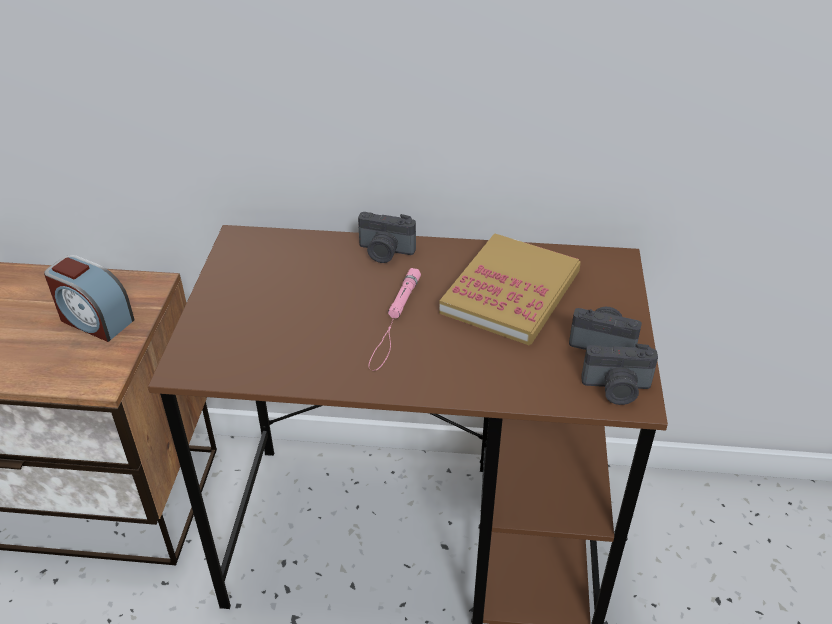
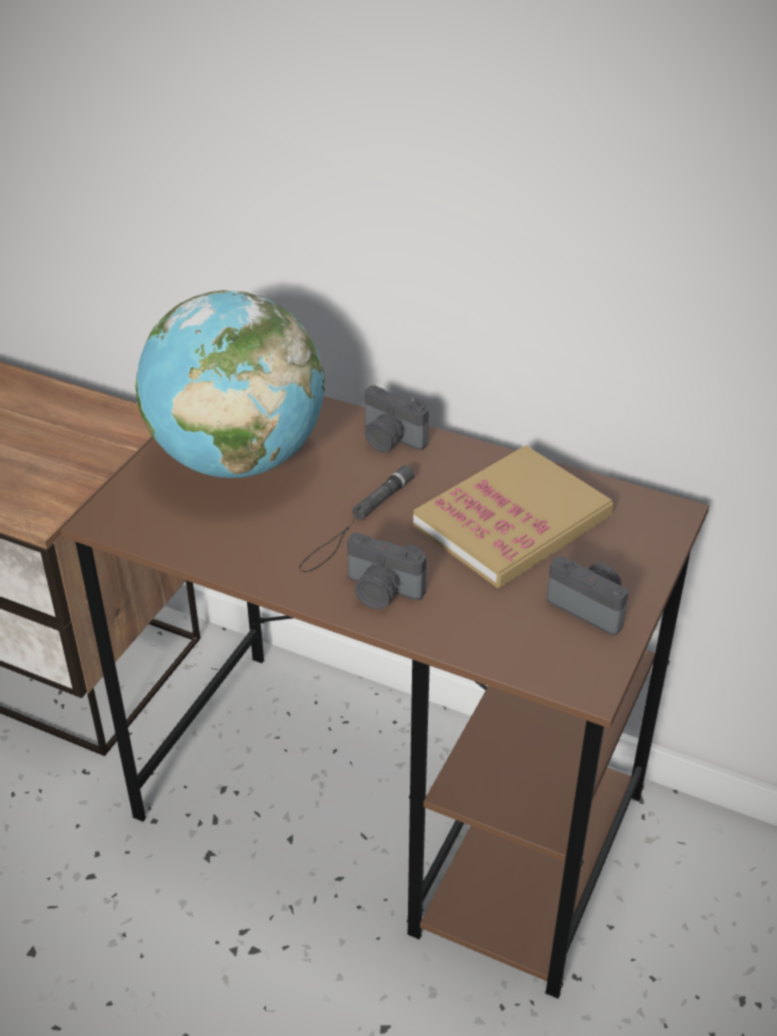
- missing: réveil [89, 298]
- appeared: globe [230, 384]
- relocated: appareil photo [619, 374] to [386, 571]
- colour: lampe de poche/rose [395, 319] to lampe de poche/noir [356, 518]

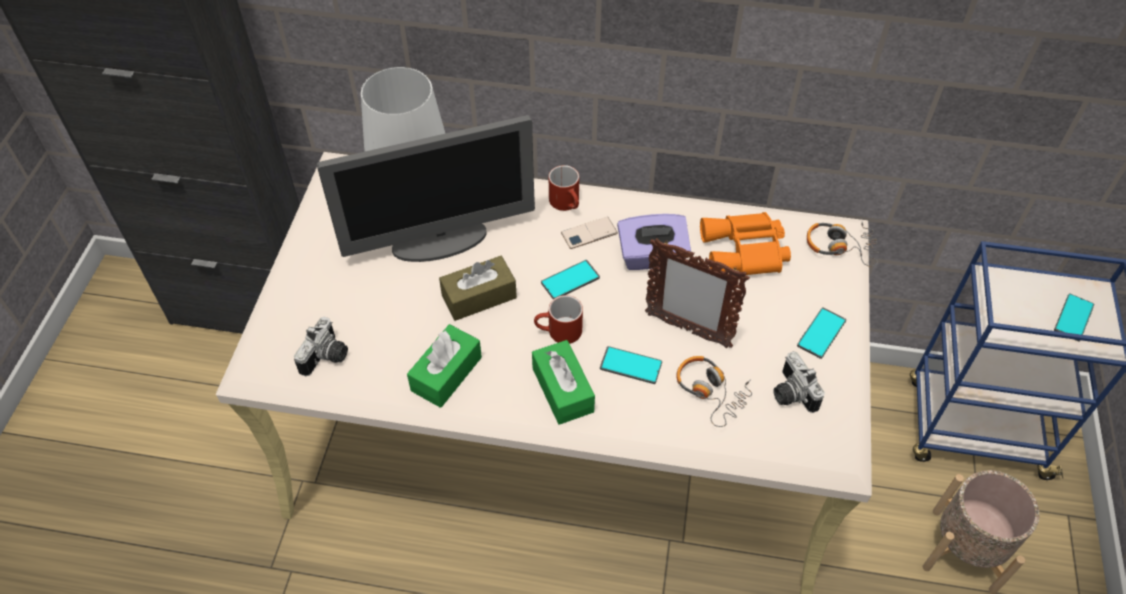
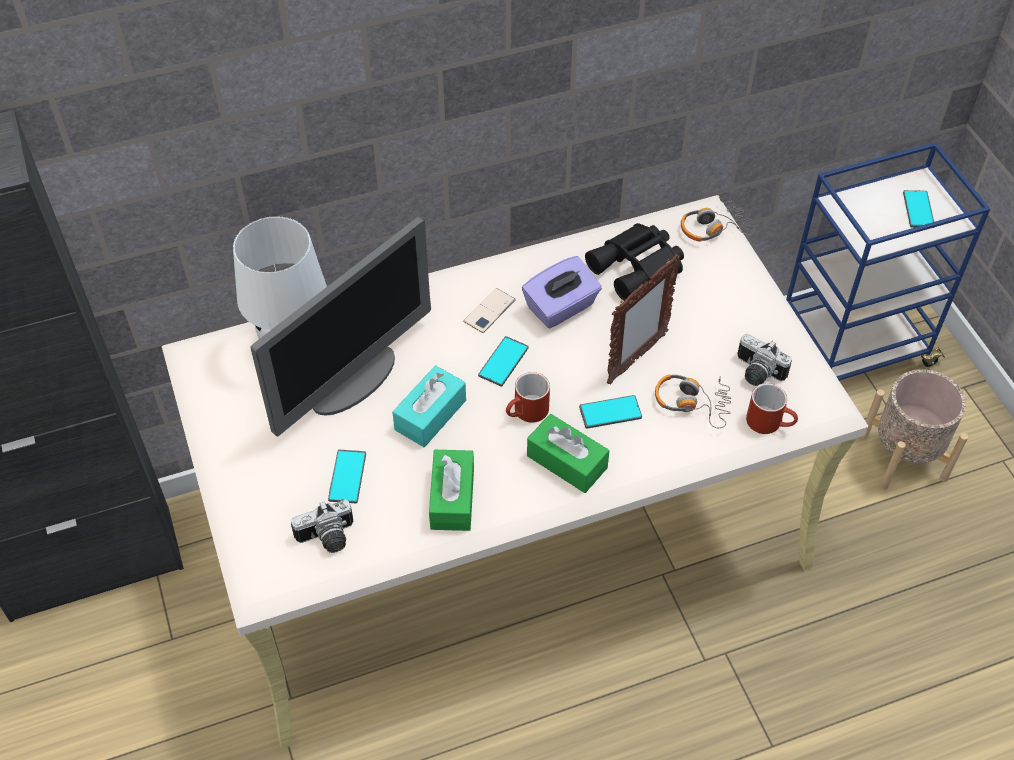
- relocated: mug/rouge [564, 188] to [772, 408]
- relocated: téléphone [821, 333] to [347, 476]
- colour: boîte à mouchoirs/marron [478, 288] to boîte à mouchoirs/turquoise [429, 406]
- colour: jumelles/orange [745, 243] to jumelles/noir [634, 262]
- spun: appareil photo [321, 346] = [322, 526] 75 degrees clockwise
- spun: cadre photo [697, 293] = [643, 319] 45 degrees counterclockwise

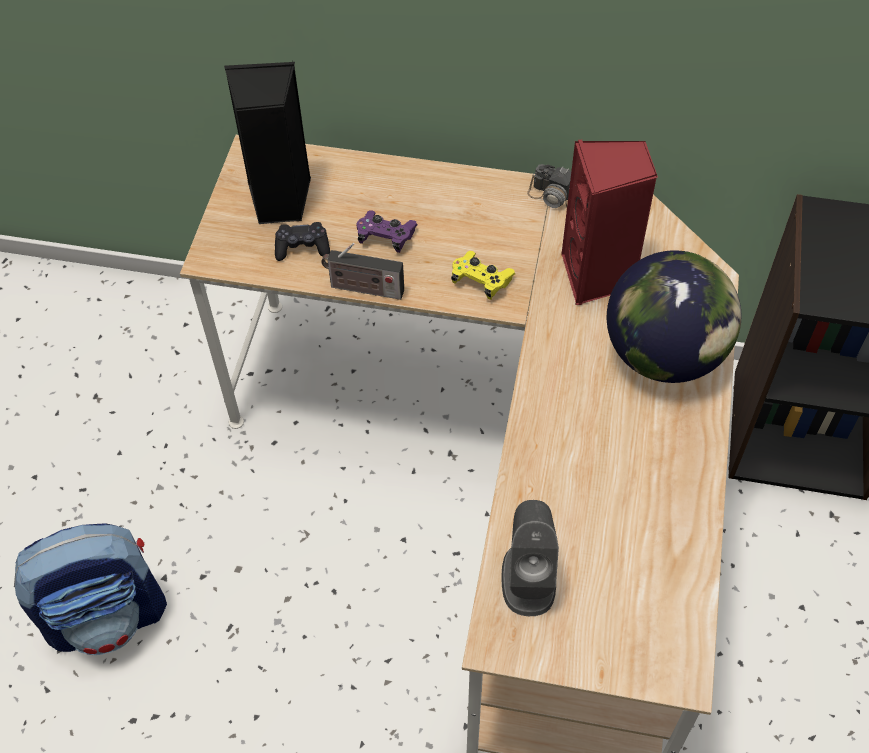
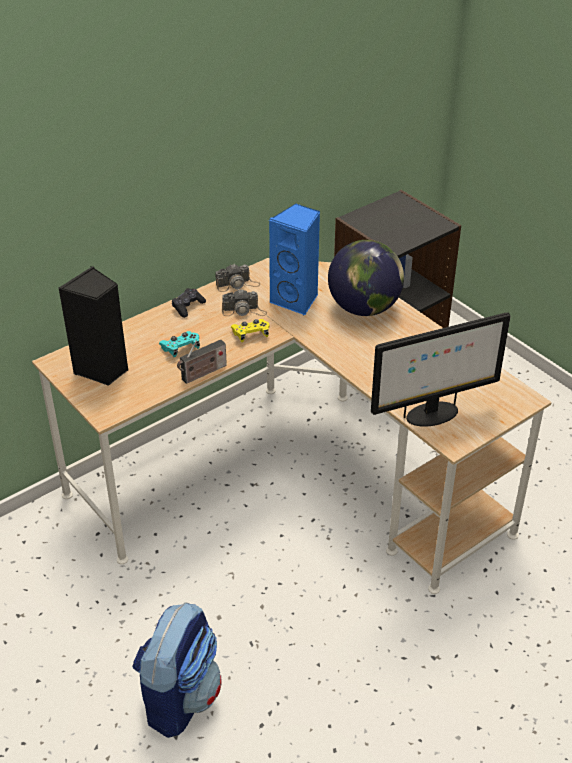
- appeared: appareil photo [244, 302]
- relocated: manette/noir [302, 241] to [189, 303]
- exchanged: enceinte/gris [530, 558] to écran d'ordinateur [441, 369]
- colour: manette/violet [387, 231] to manette/turquoise [179, 344]
- colour: enceinte/rouge [609, 222] to enceinte/bleu [294, 259]

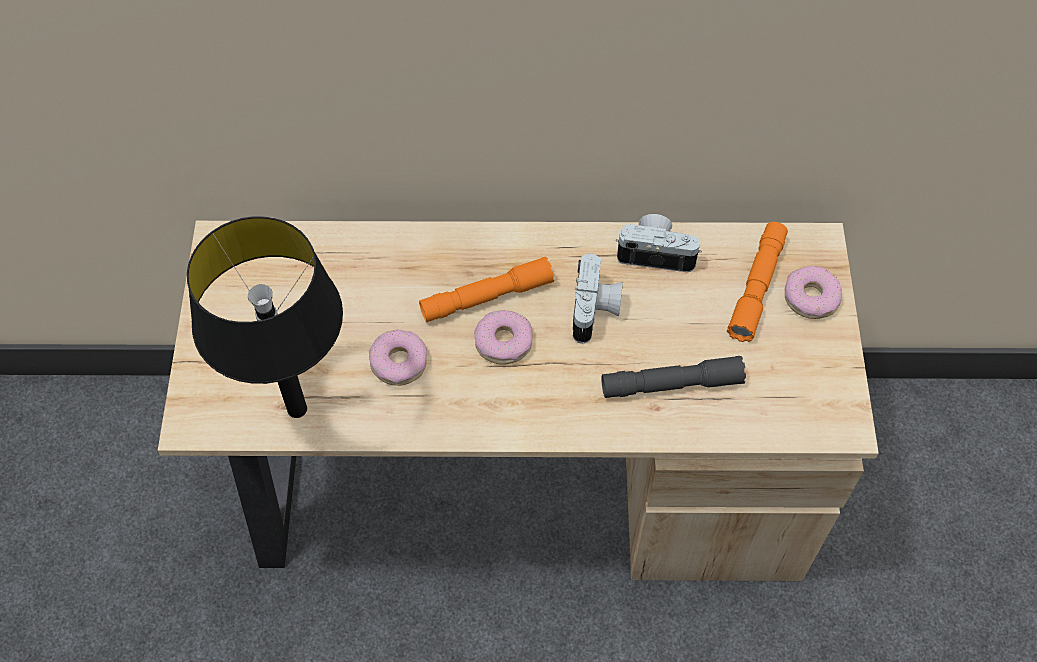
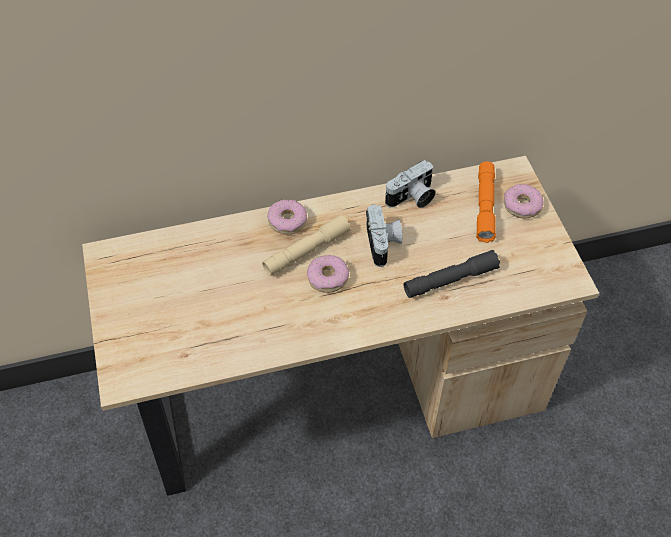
- missing: lampe de table/noir [265, 317]
- relocated: beignet [398, 357] to [287, 217]
- colour: lampe de poche/orange [486, 289] to lampe de poche/beige [306, 245]
- spun: appareil photo [659, 243] = [410, 184] 150 degrees clockwise

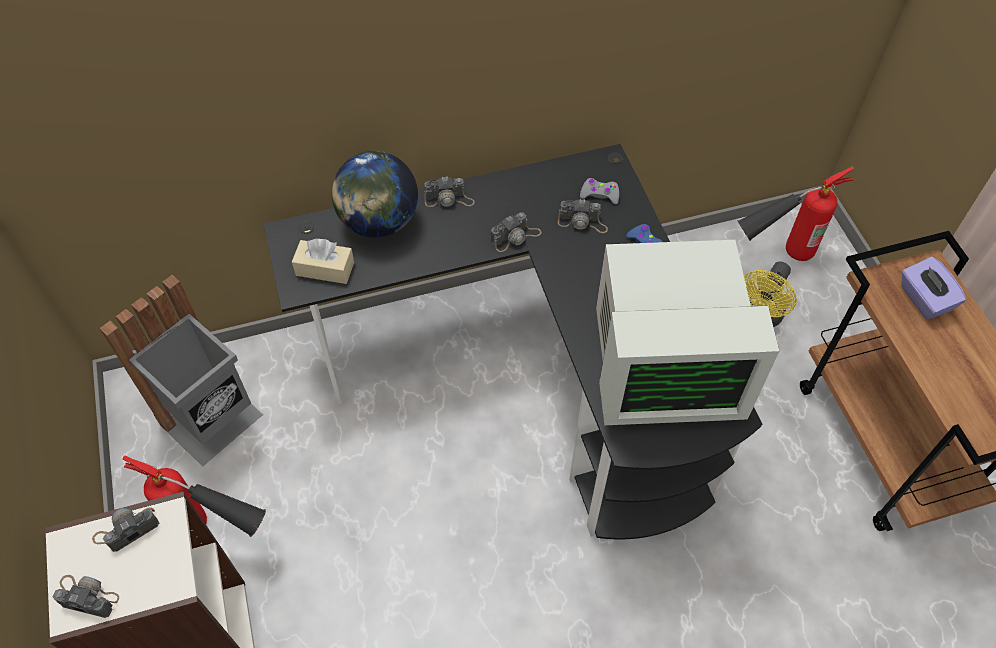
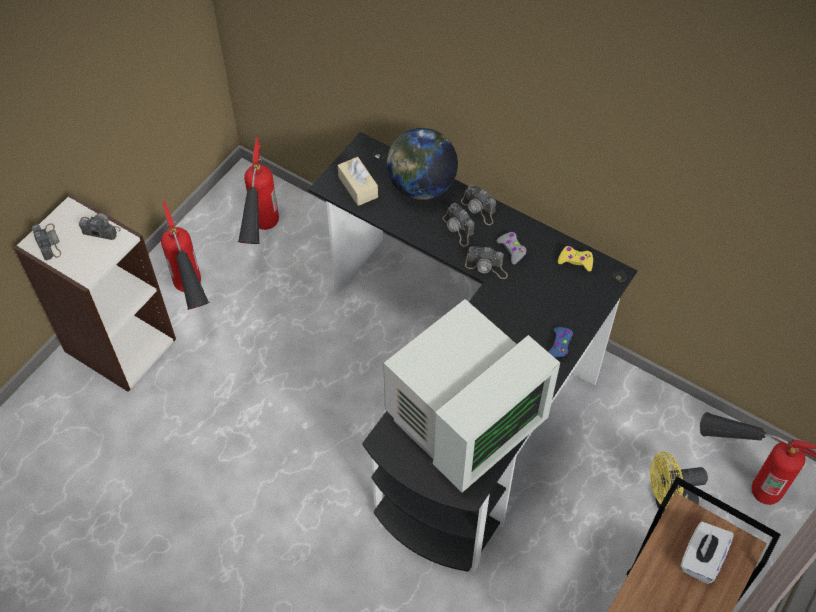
- appeared: manette/jaune [575, 259]
- relocated: appareil photo [583, 216] to [458, 225]
- relocated: manette/gris [599, 191] to [512, 248]
- exchanged: poubelle/gris [181, 371] to extincteur [258, 191]
- colour: boîte à mouchoirs/violet [933, 288] to boîte à mouchoirs/blanc [707, 553]
- spun: écran d'ordinateur [687, 332] = [471, 396] 90 degrees counterclockwise

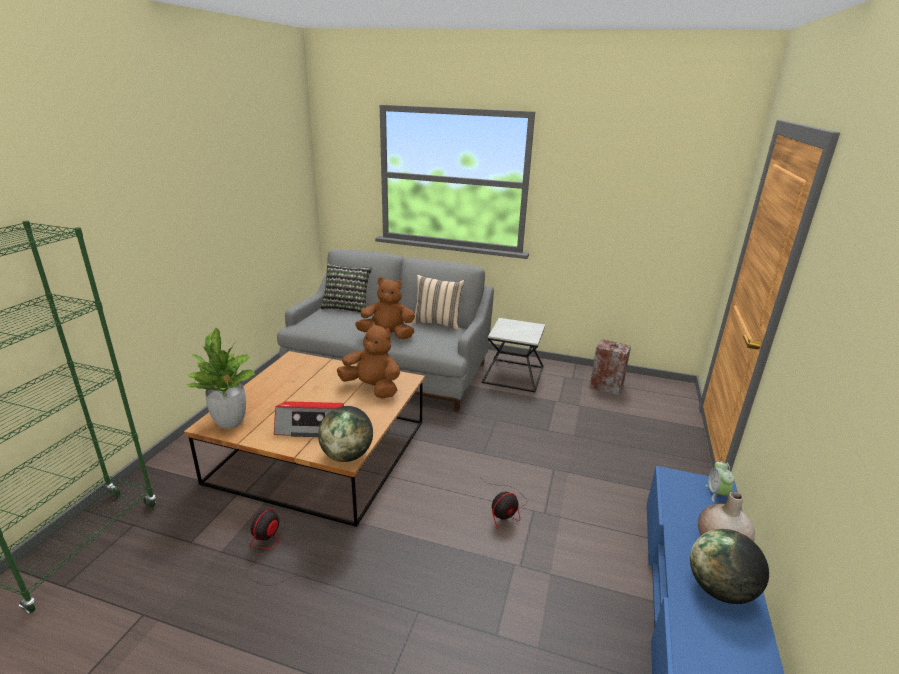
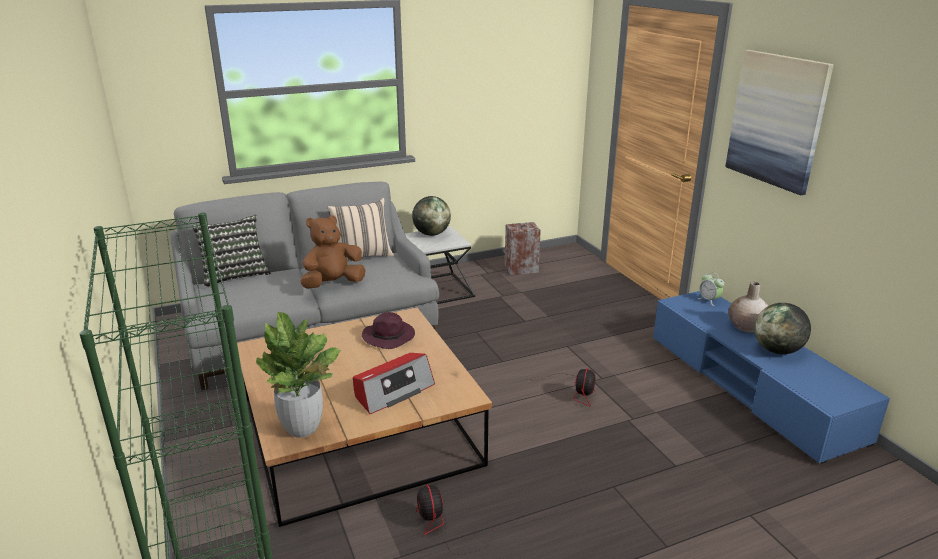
- appeared: tableau [779, 122]
- relocated: globe [345, 434] to [431, 216]
- exchanged: peluche/marron [368, 360] to chapeau/violet [388, 330]

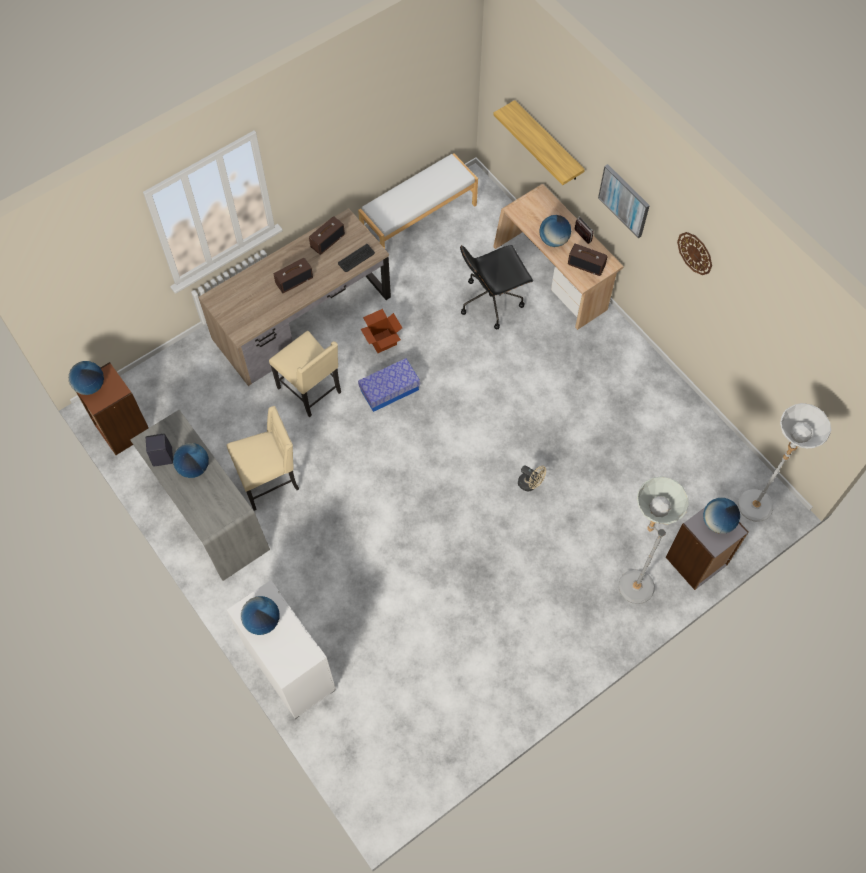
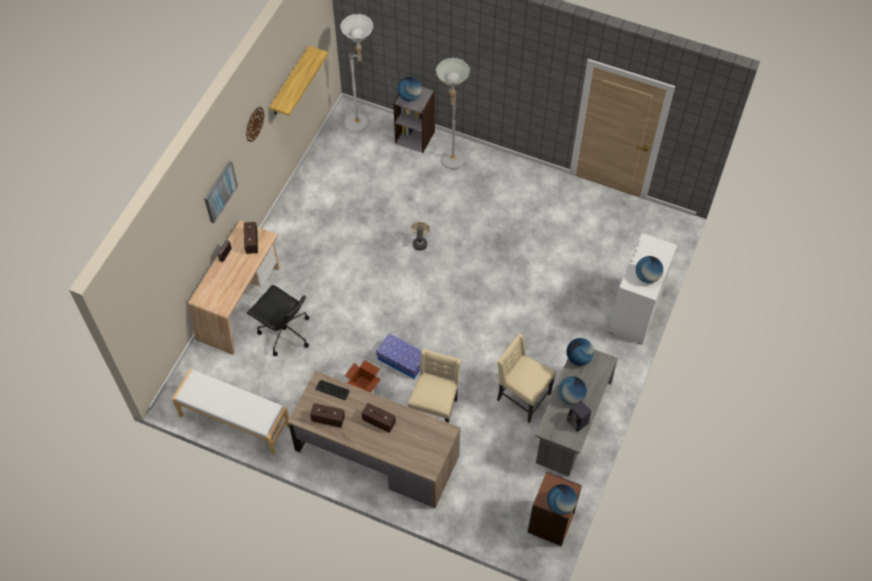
- relocated: étagère [539, 142] to [298, 81]
- relocated: globe [555, 231] to [580, 352]

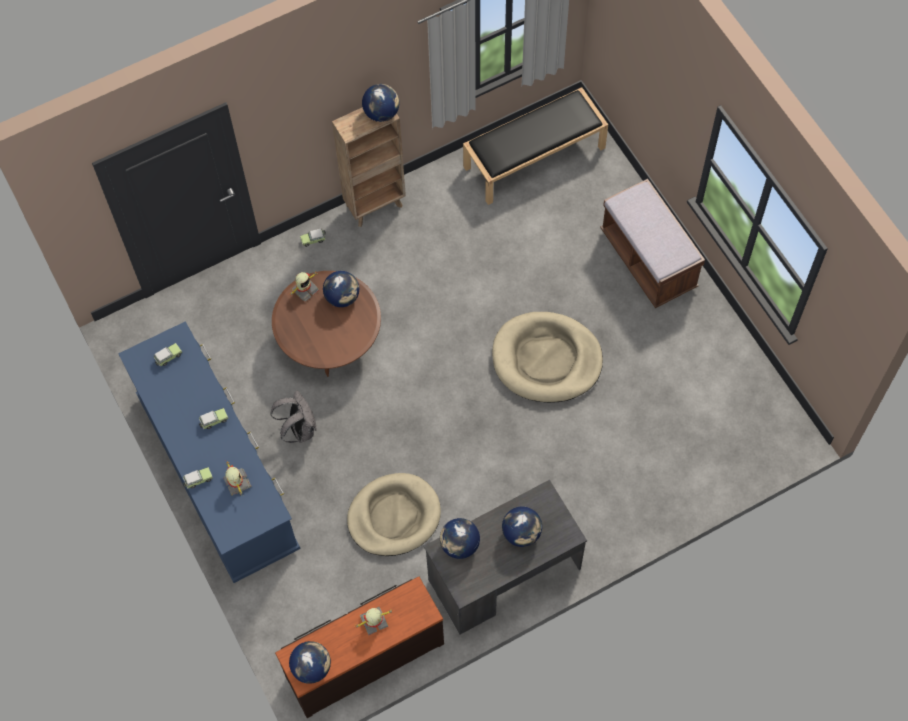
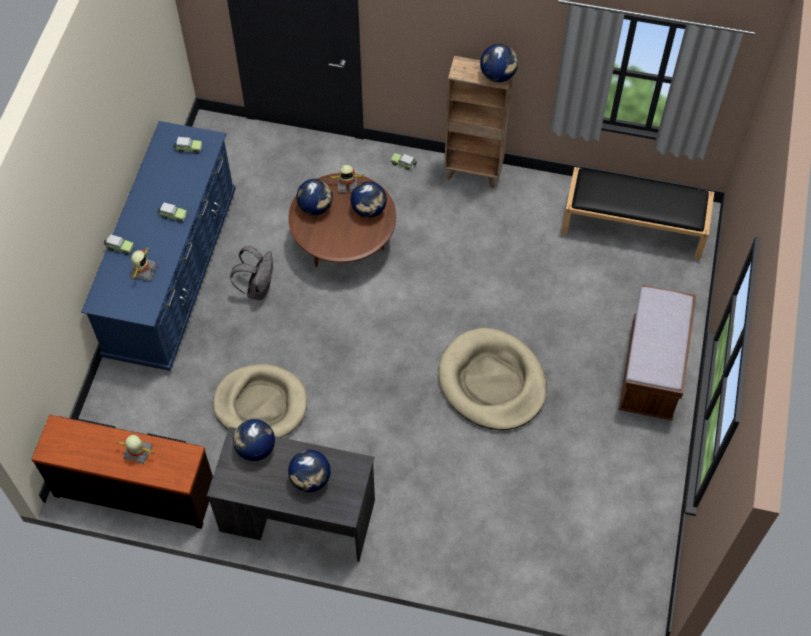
- relocated: globe [310, 662] to [314, 197]

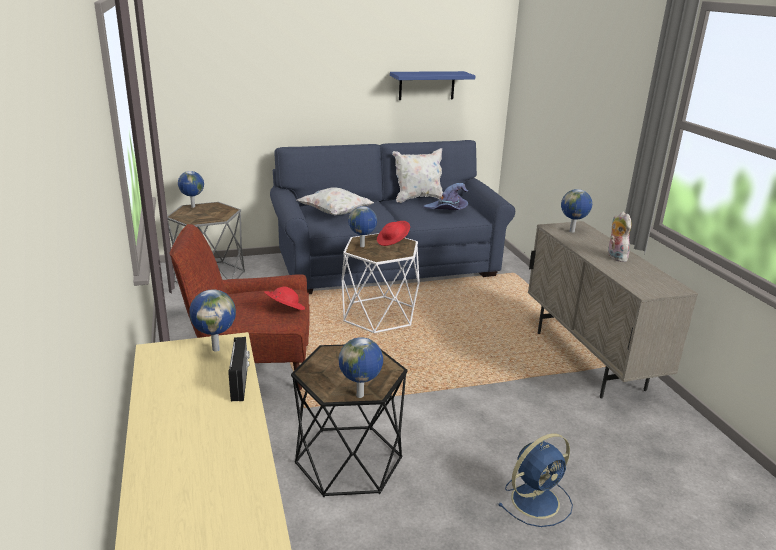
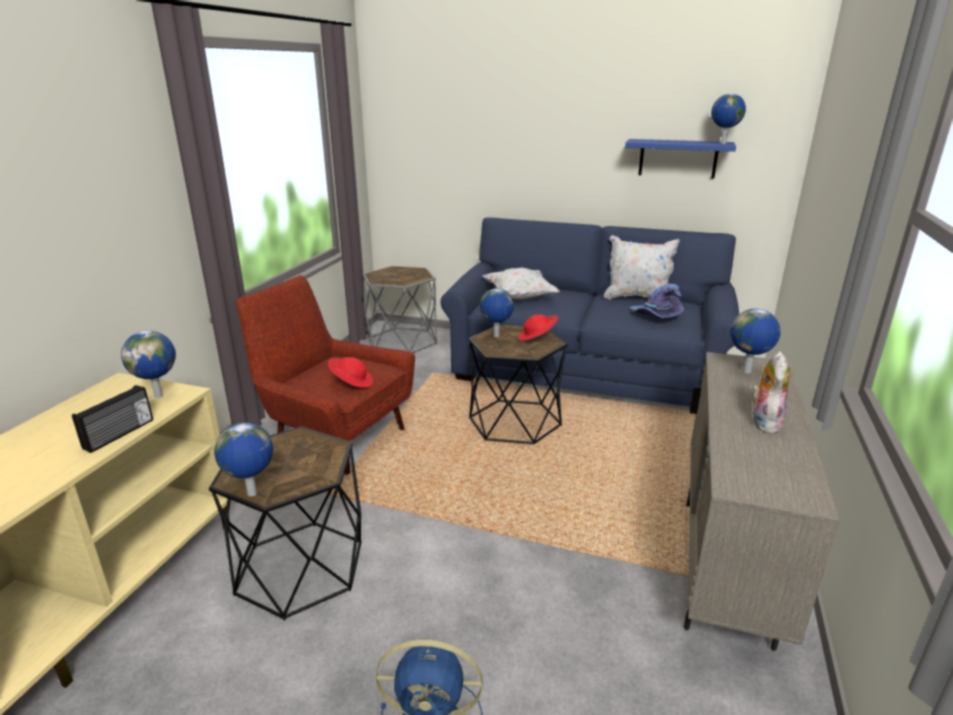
- relocated: globe [191, 189] to [728, 119]
- colour: table d'appoint/blanc [381, 283] to table d'appoint/noir [518, 384]

